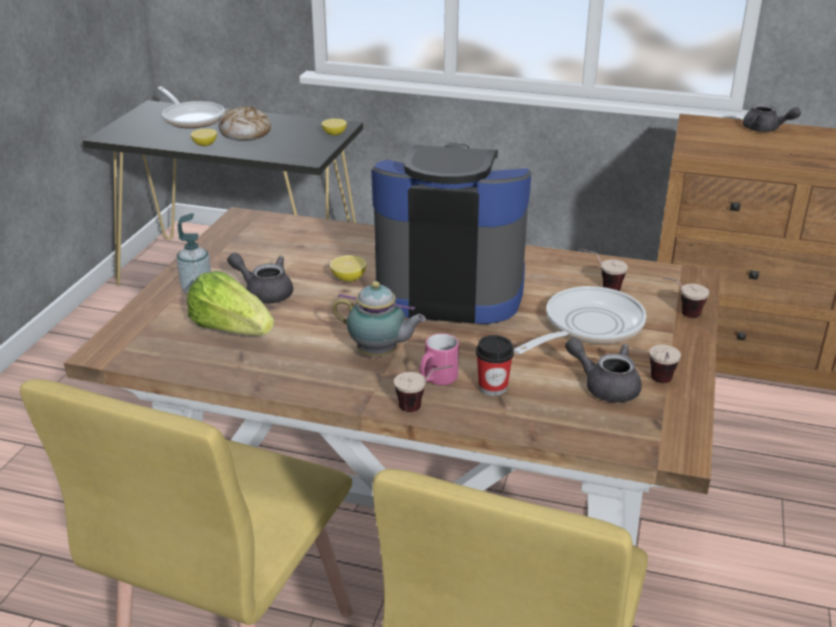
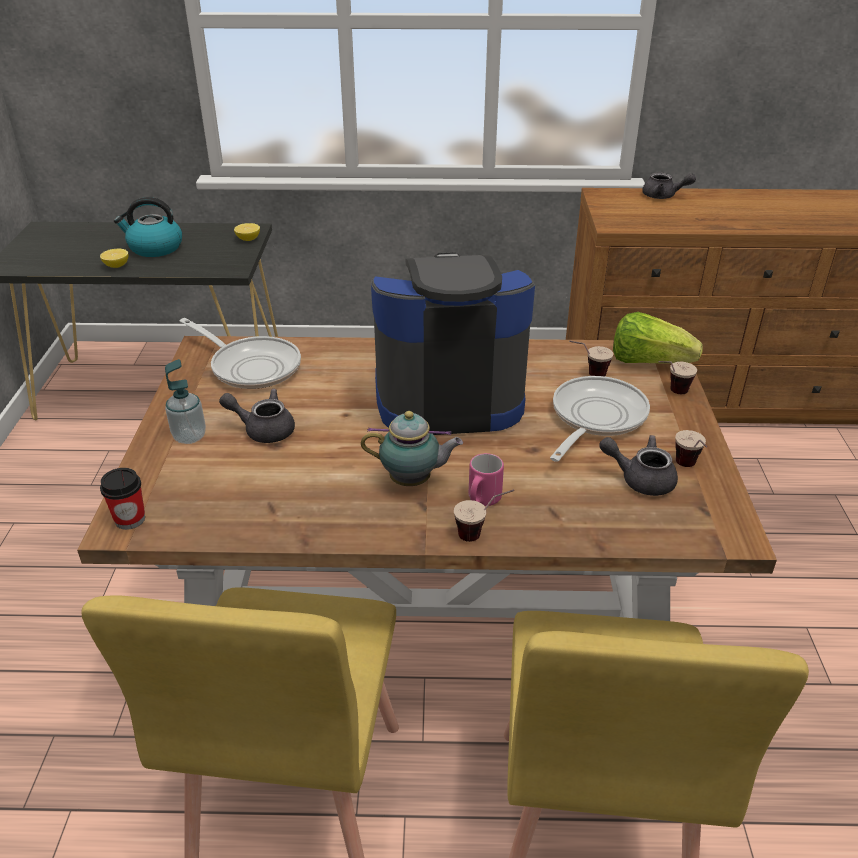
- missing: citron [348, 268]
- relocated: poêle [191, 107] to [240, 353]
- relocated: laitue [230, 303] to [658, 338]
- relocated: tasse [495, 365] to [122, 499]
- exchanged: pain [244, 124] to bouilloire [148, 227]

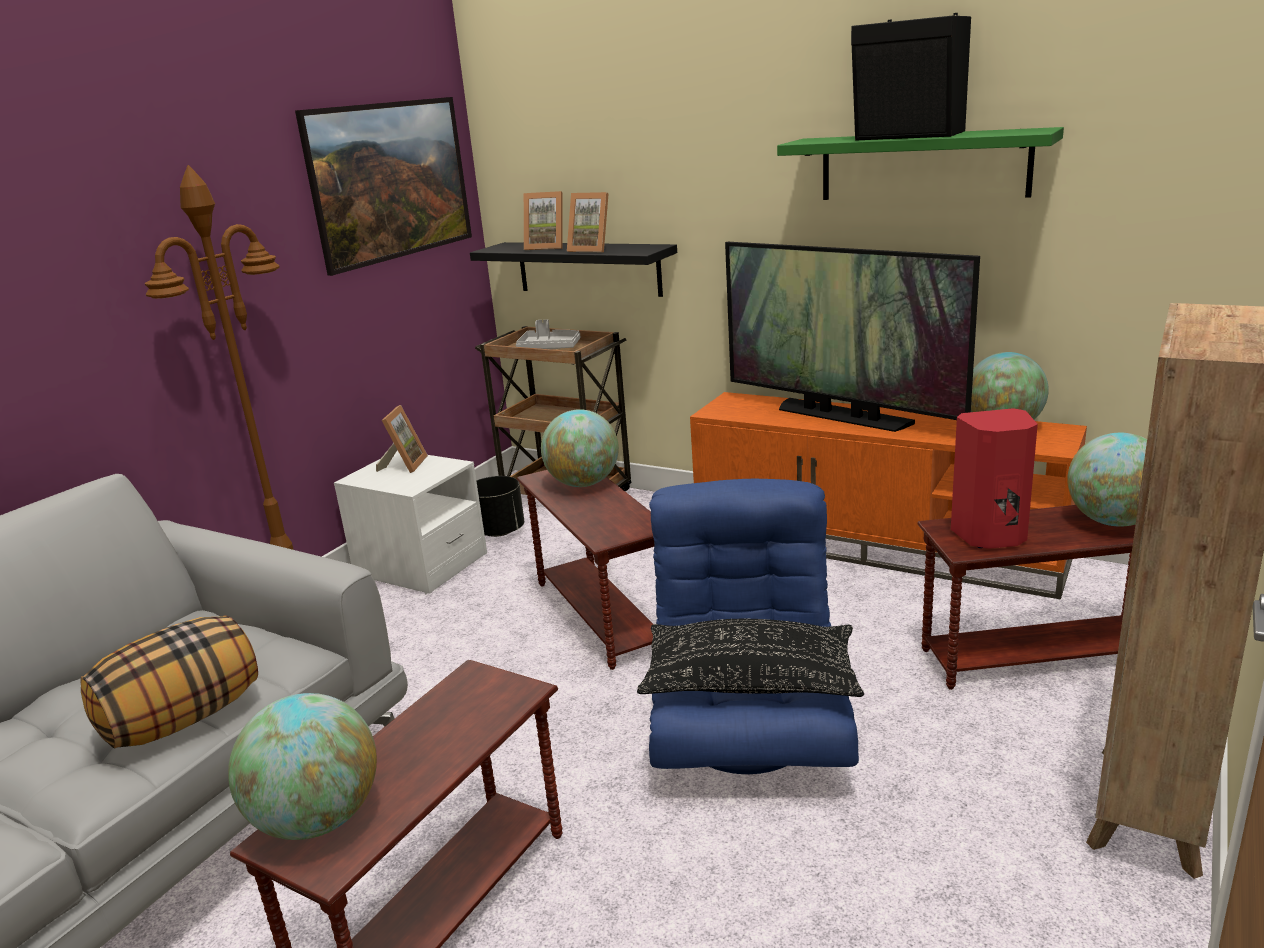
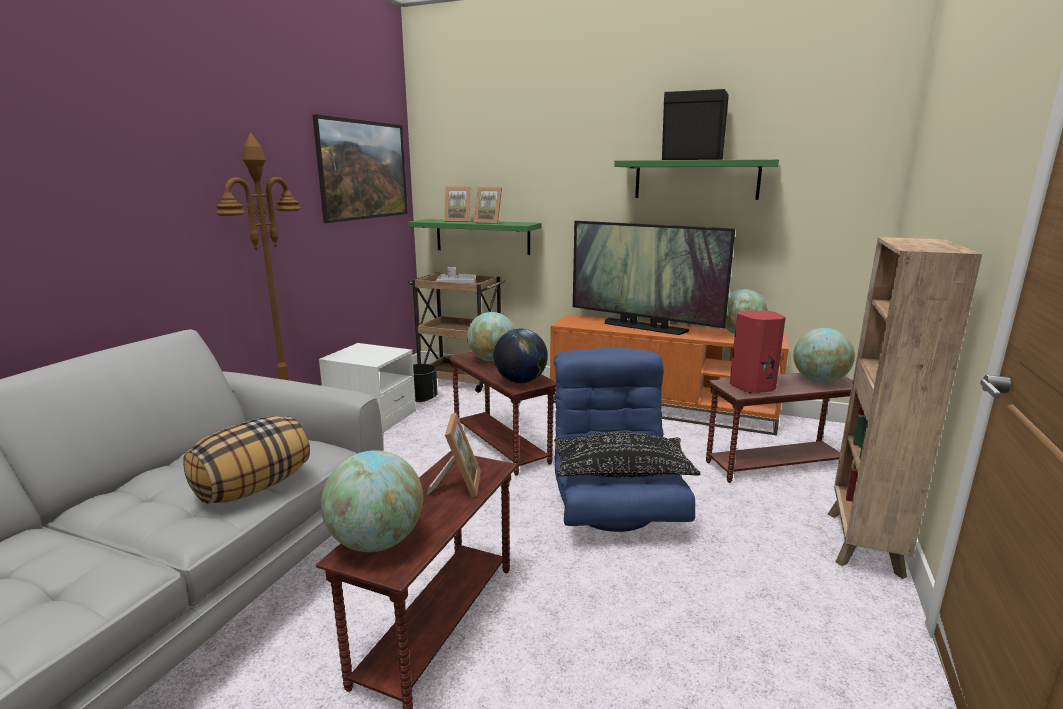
- appeared: globe [520, 356]
- relocated: cadre photo [402, 439] to [454, 455]
- colour: étagère/noir [573, 269] to étagère/vert [475, 237]

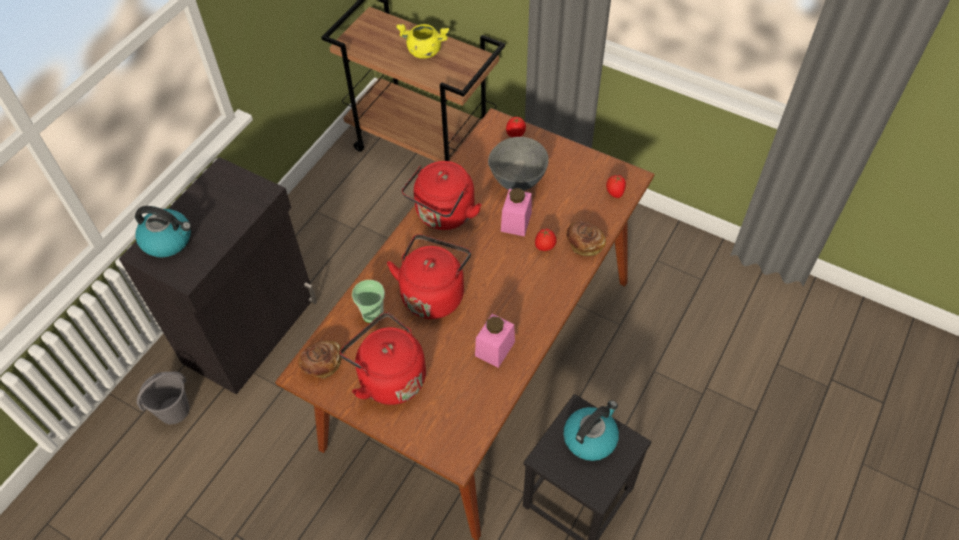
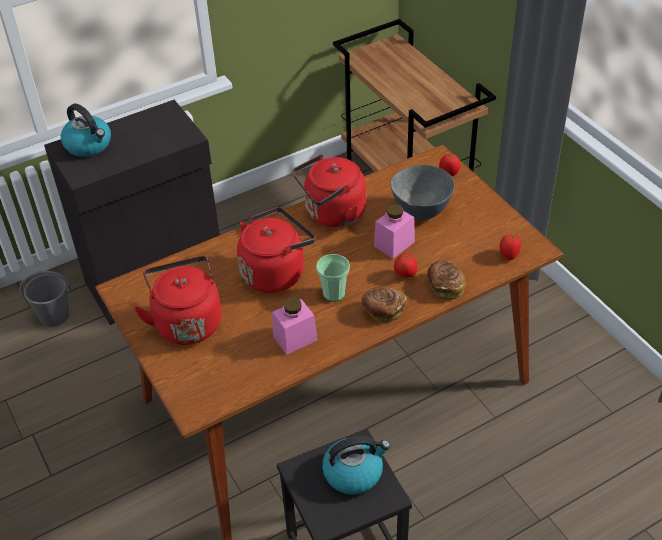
- missing: marmite/jaune [422, 41]
- relocated: pain [320, 360] to [384, 305]
- relocated: tasse [368, 301] to [333, 278]

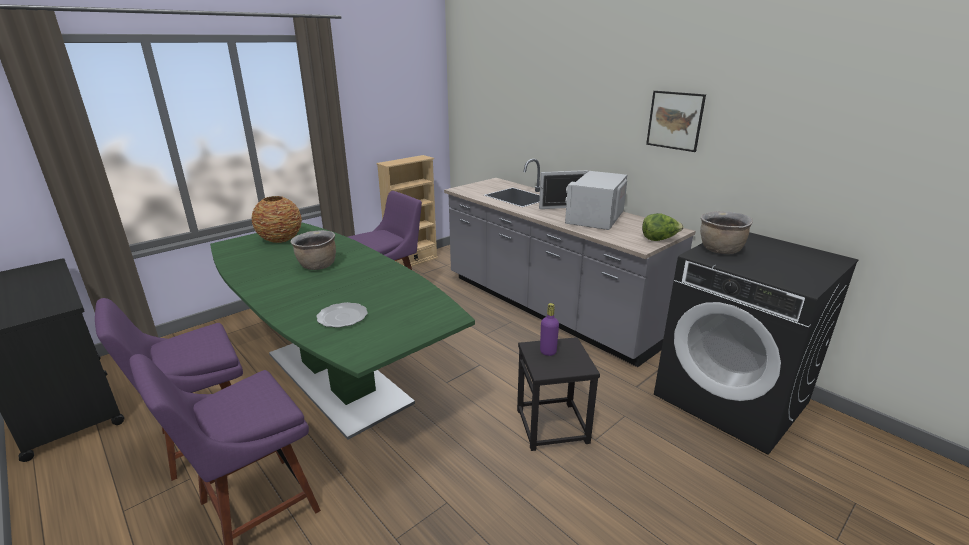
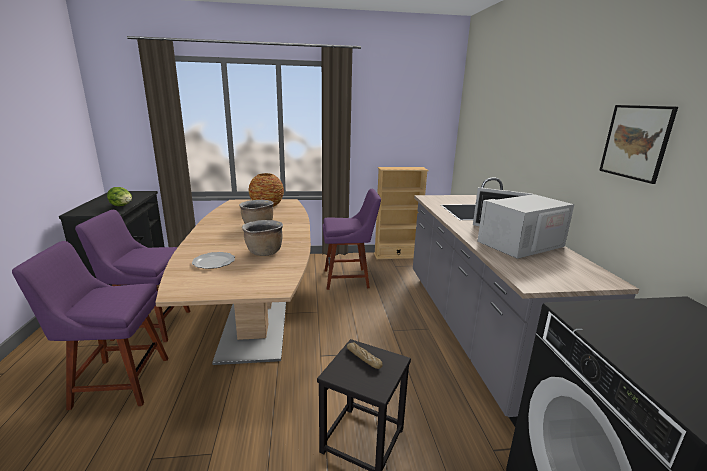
- relocated: laitue [663, 227] to [119, 196]
- relocated: marmite/marron [726, 232] to [262, 238]
- exchanged: bouteille/violet [549, 329] to pain [365, 356]
- colour: table à manger/vert [342, 331] to table à manger/marron [233, 282]

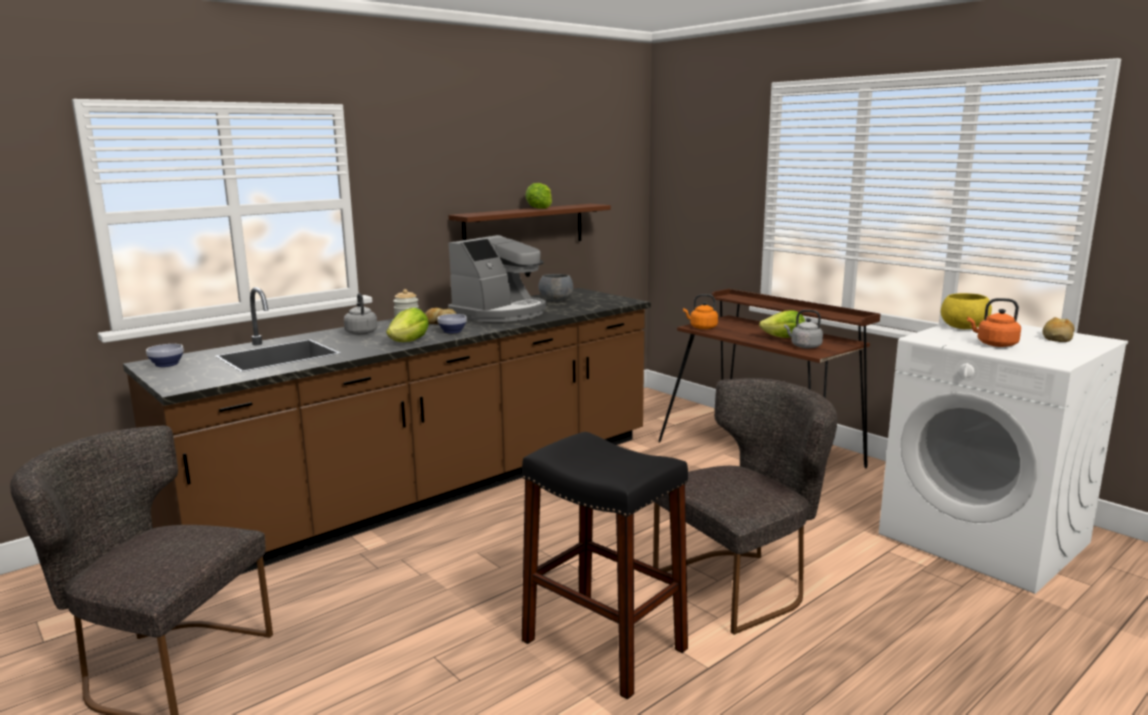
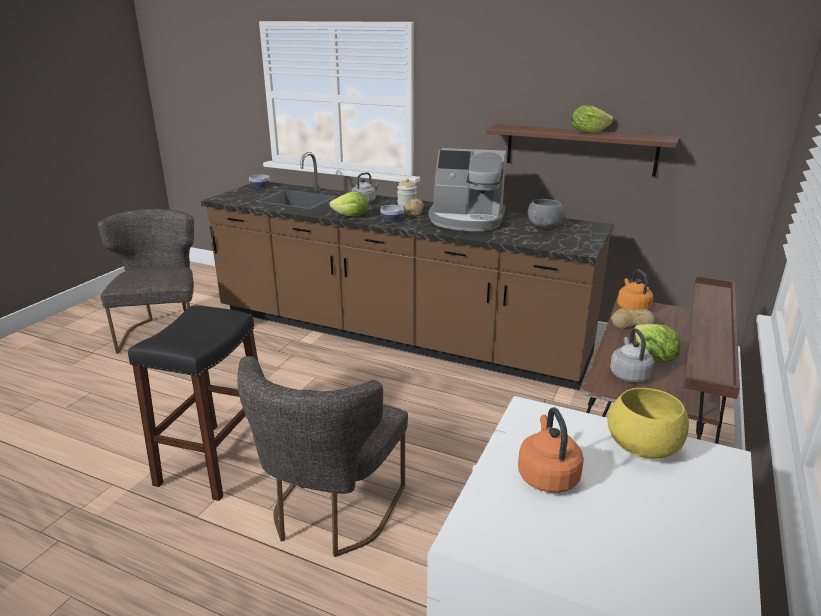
- relocated: pain [1058, 329] to [633, 318]
- spun: chaise/gris [745, 506] = [322, 456] 75 degrees clockwise

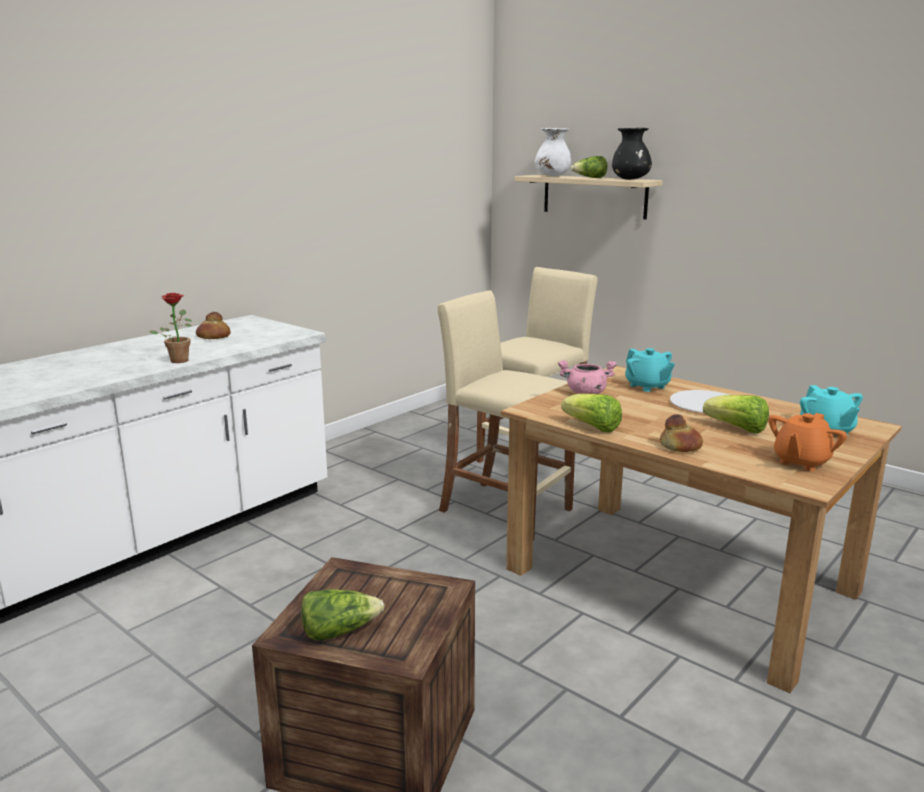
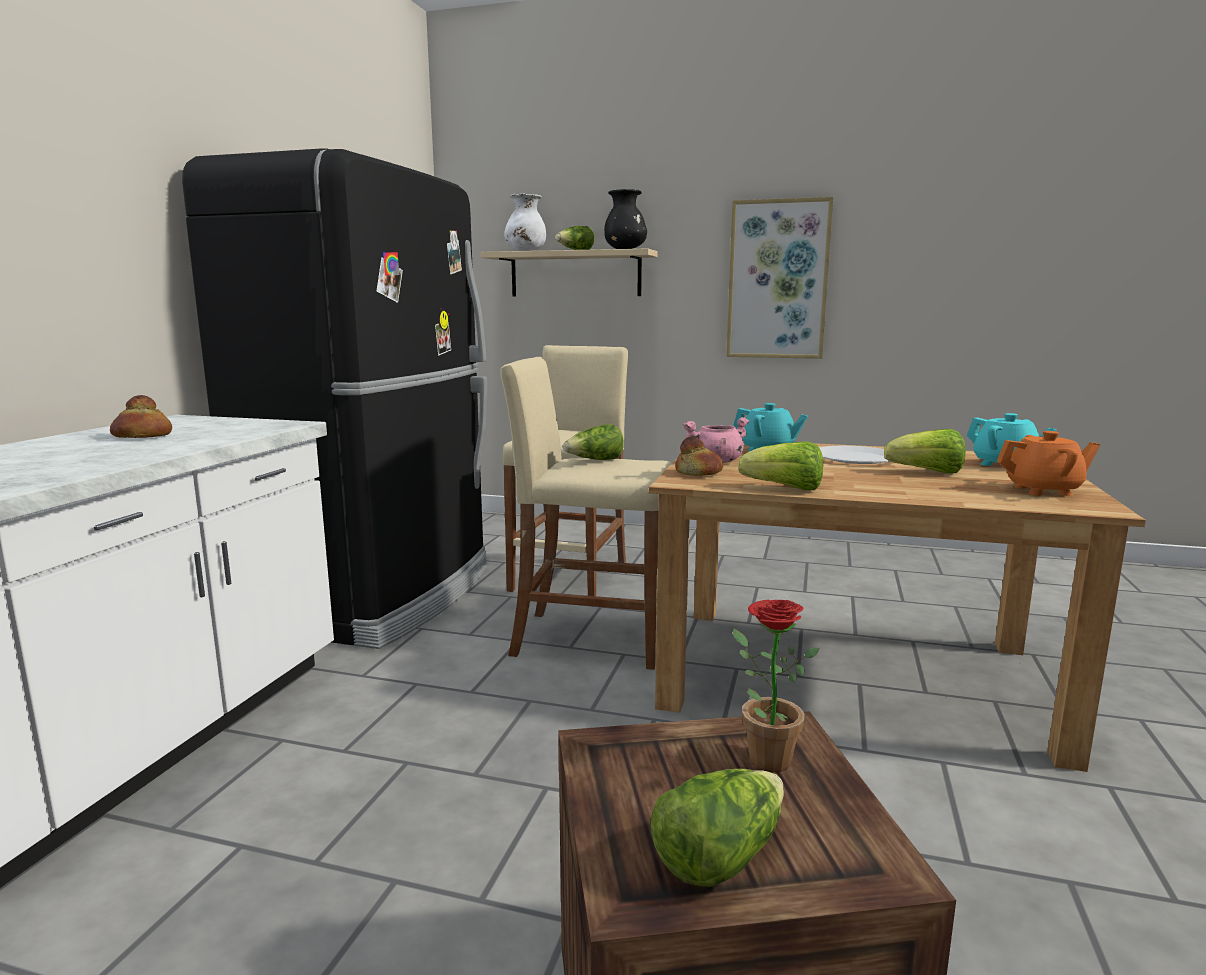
- appeared: réfrigérateur/noir [334, 398]
- appeared: laitue [593, 442]
- appeared: tableau [779, 278]
- relocated: plante en pot [170, 328] to [776, 686]
- relocated: pain [681, 433] to [699, 456]
- spun: théière/orange [808, 442] = [1048, 463] 105 degrees counterclockwise

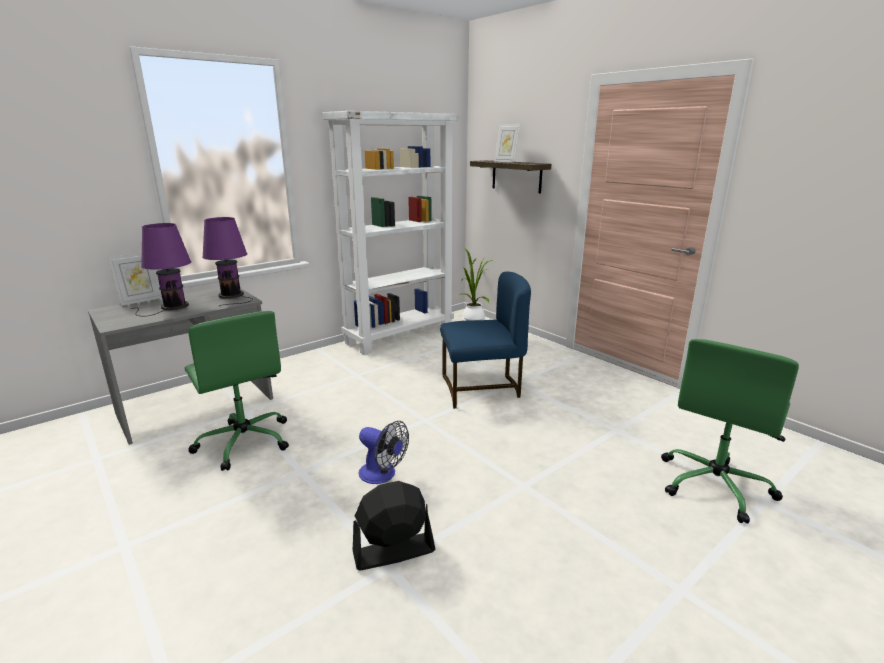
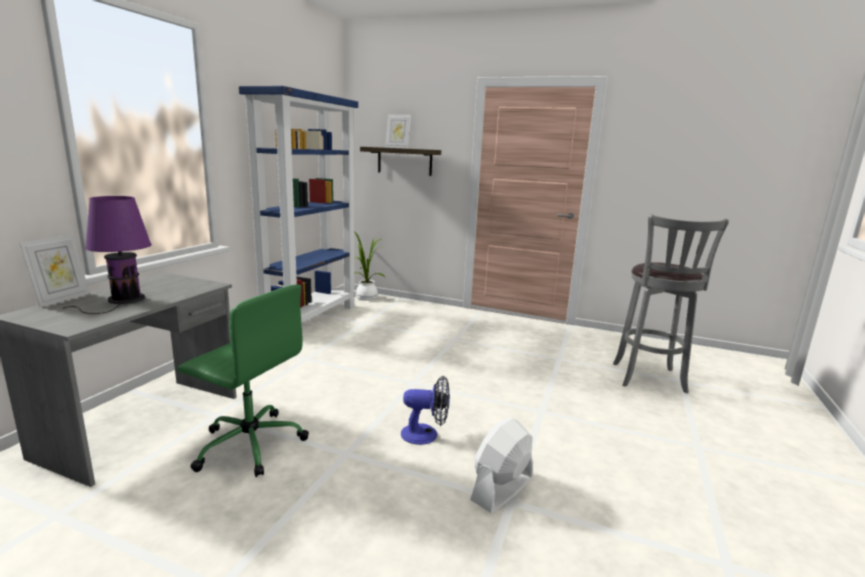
- missing: lampe de table/violet [227, 262]
- missing: chaise/bleu [485, 340]
- exchanged: chaise de bureau/vert [730, 431] to tabouret/gris [671, 303]
- colour: bibliothèque/blanc [390, 233] to bibliothèque/bleu [298, 204]
- colour: ventilateur/noir [394, 525] to ventilateur/blanc [501, 465]

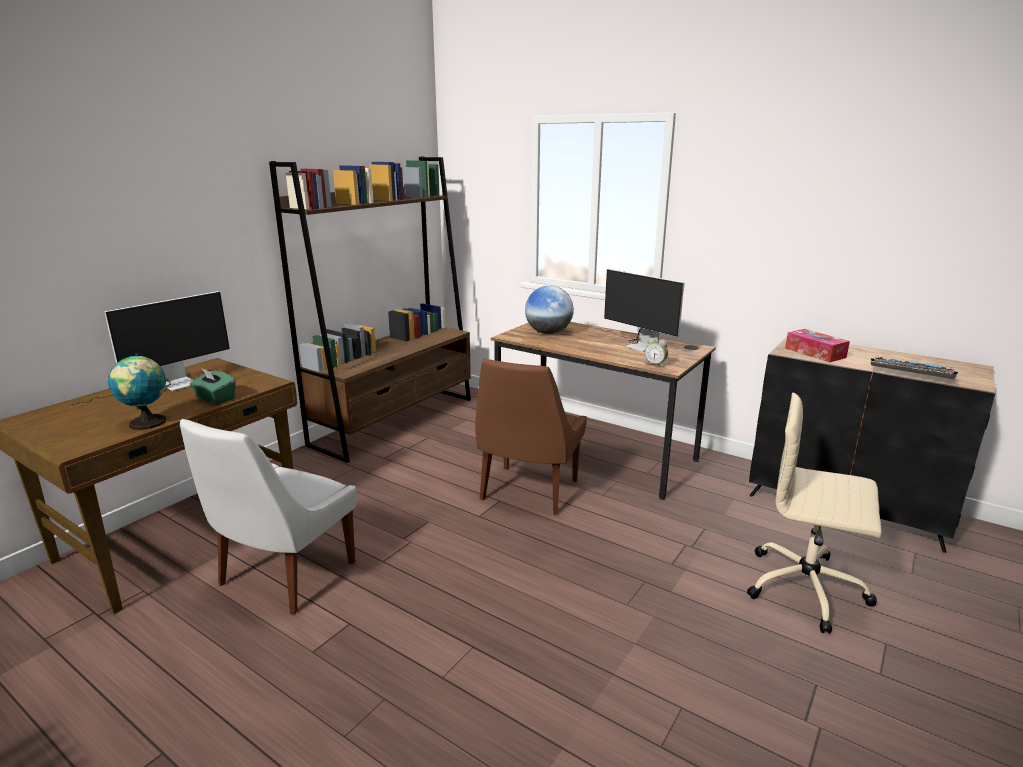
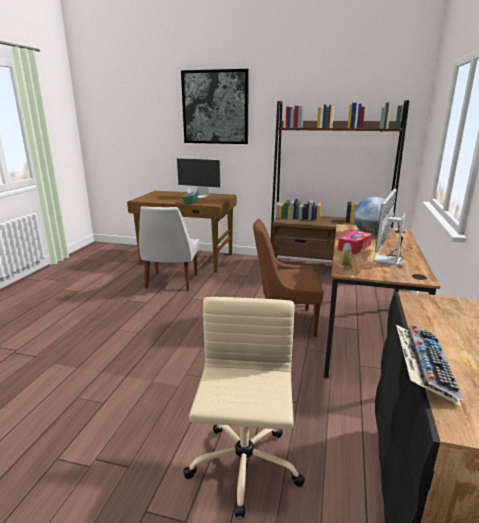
- missing: globe [137, 391]
- appeared: tableau [215, 106]
- relocated: boîte à mouchoirs [817, 345] to [355, 242]
- spun: chaise/blanc [268, 516] = [169, 248] 90 degrees counterclockwise

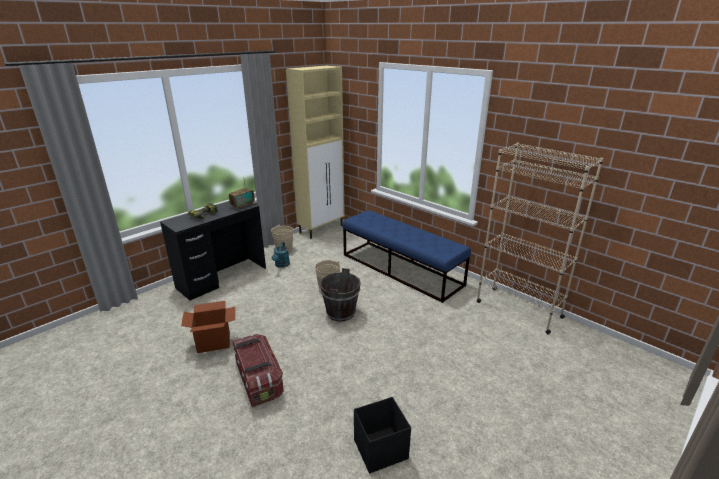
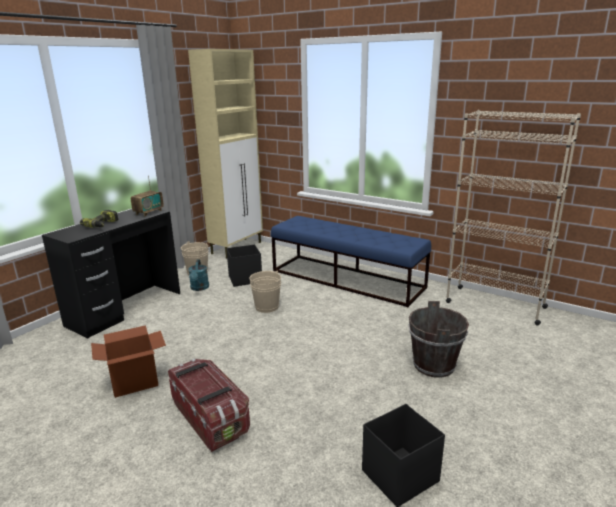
- appeared: boîte de rangement/noir [244, 266]
- relocated: seau/marron [340, 295] to [438, 339]

